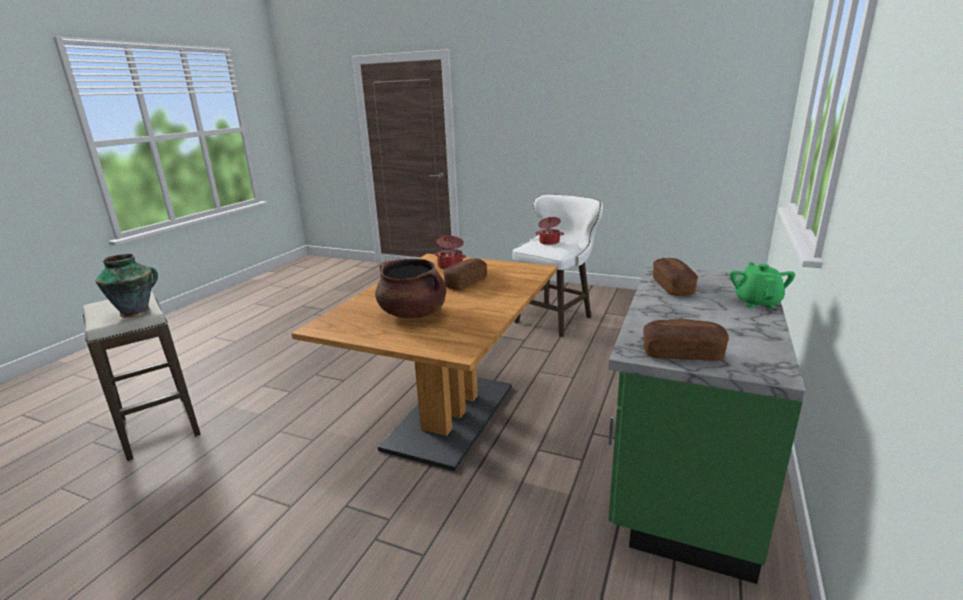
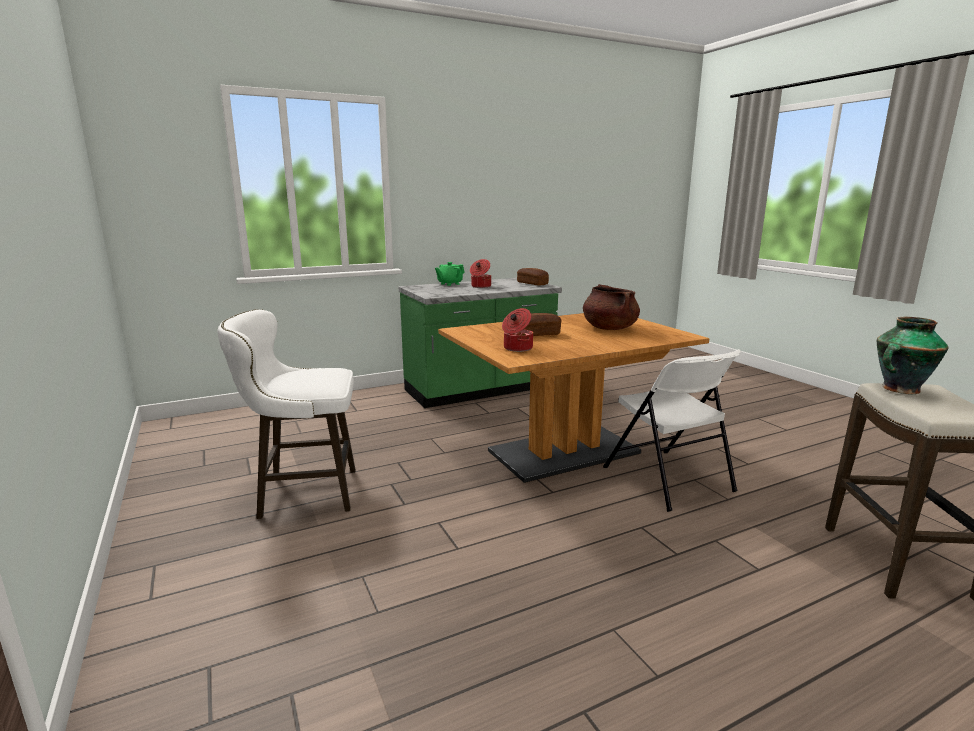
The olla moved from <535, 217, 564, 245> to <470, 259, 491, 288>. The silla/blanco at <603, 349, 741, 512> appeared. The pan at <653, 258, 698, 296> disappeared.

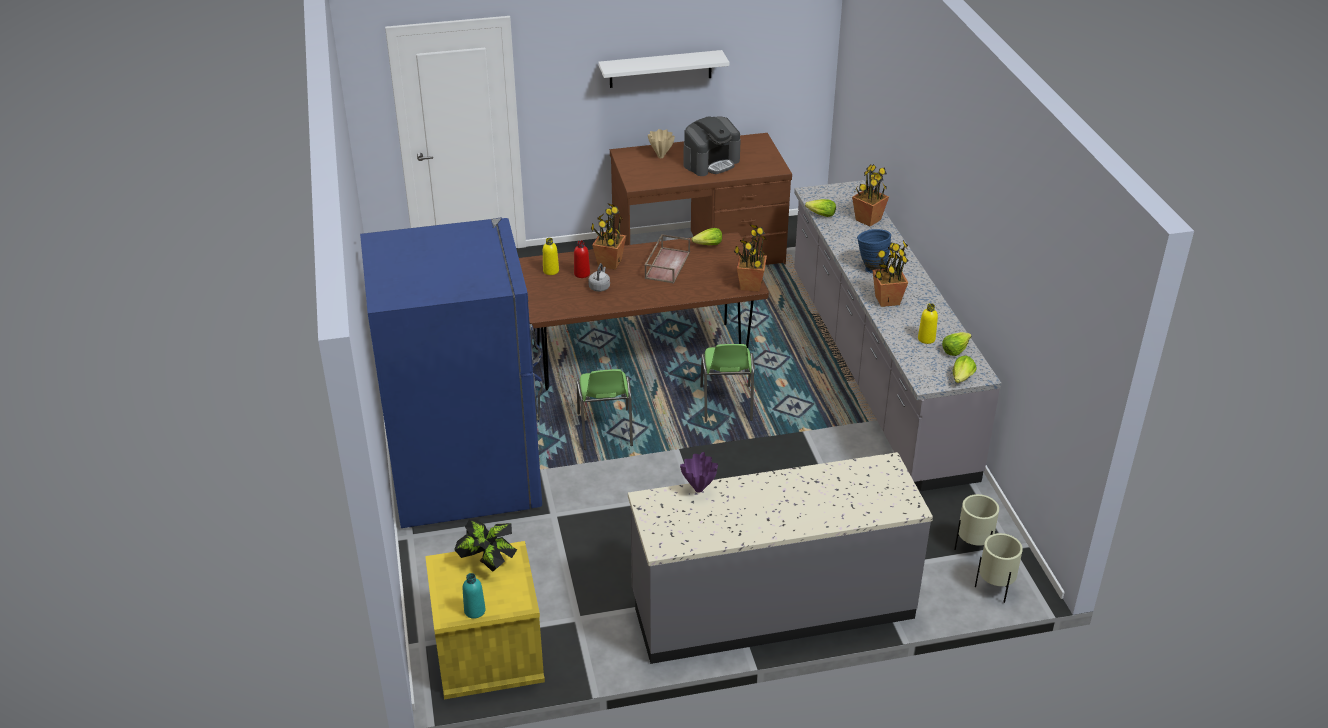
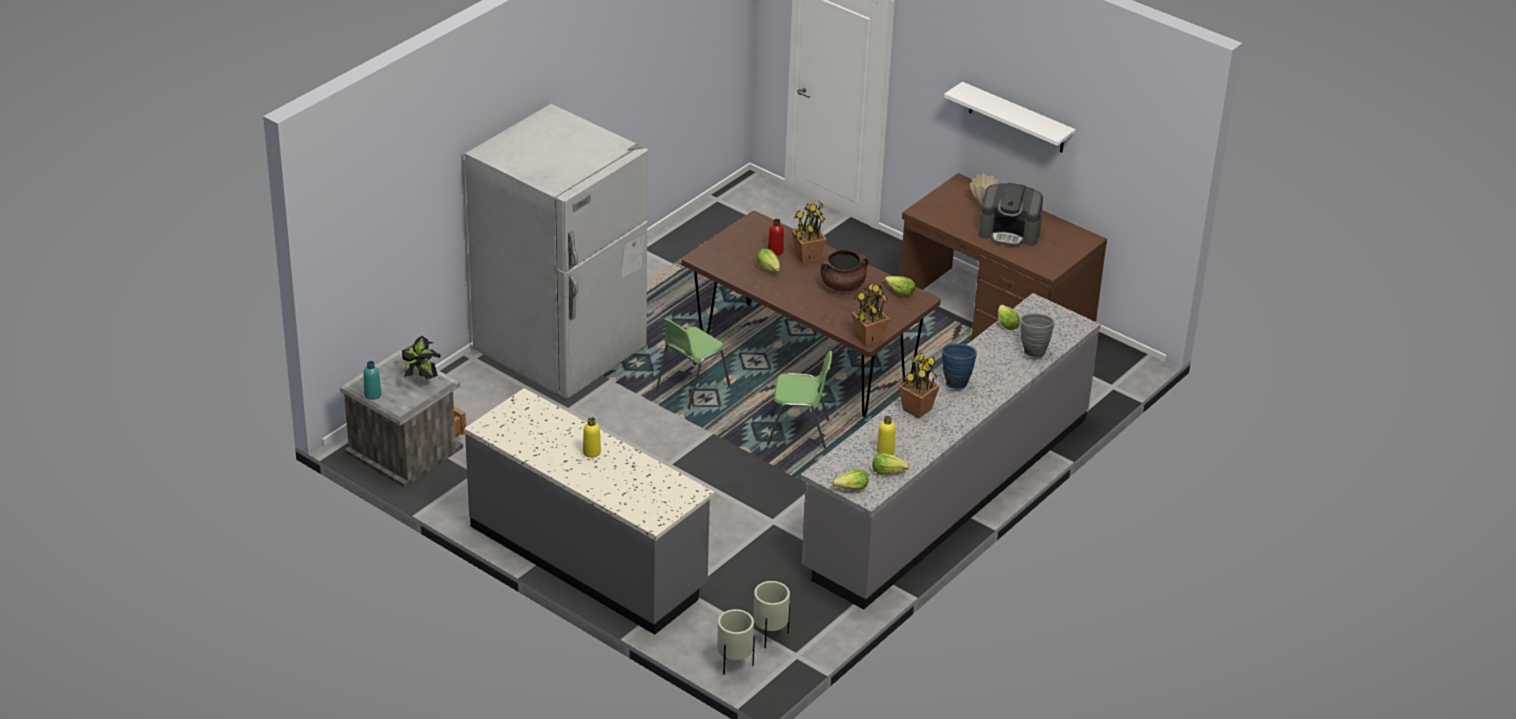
The mesita de noche/amarillo at <425, 541, 545, 699> became the mesita de noche/gris at <340, 349, 466, 488>. The nevera/azul at <360, 218, 543, 528> became the nevera/blanco at <465, 104, 648, 399>. The botella/amarillo moved from <543, 238, 559, 275> to <583, 417, 601, 458>. The hervidor/gris at <588, 263, 610, 292> was replaced by the lechuga at <756, 249, 780, 272>. The silla/verde at <700, 344, 754, 422> turned 135 degrees counterclockwise. The bandeja/marrón at <645, 234, 690, 284> was replaced by the olla/marrón at <821, 250, 868, 291>. The planta en maceta at <852, 164, 889, 227> was replaced by the florero/gris at <1020, 313, 1055, 358>. The florero/morado at <680, 452, 718, 493> disappeared.

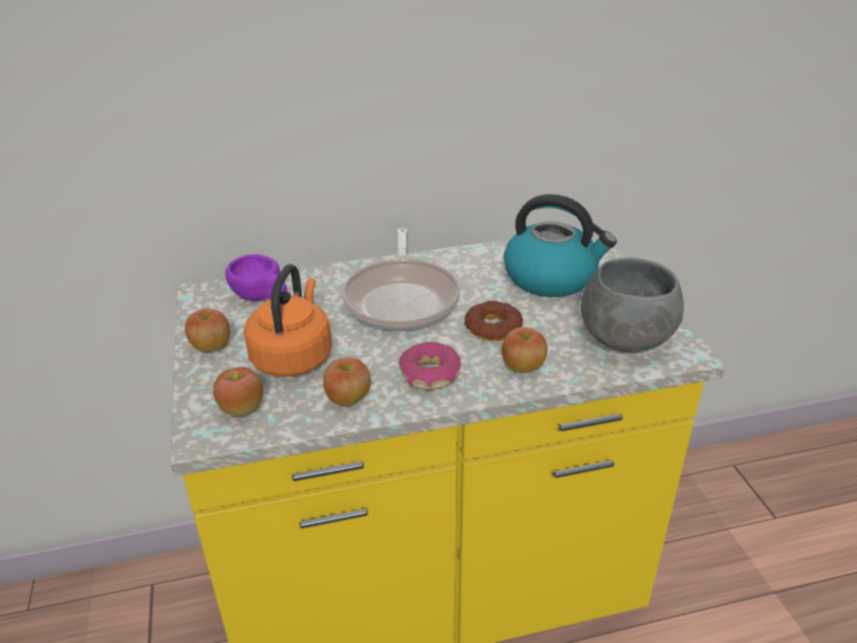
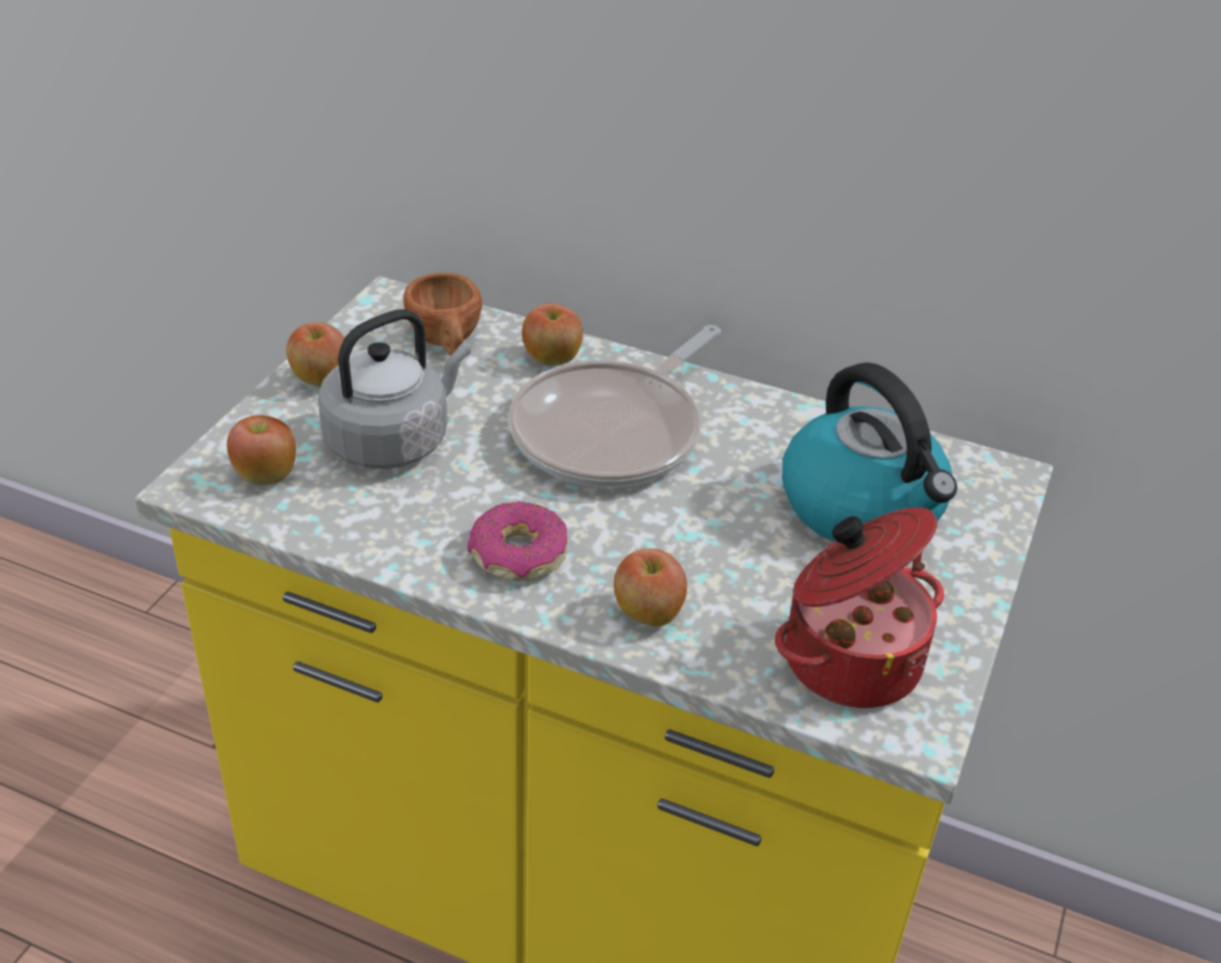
The hervidor/naranja at <244, 264, 332, 377> became the hervidor/gris at <318, 309, 471, 469>. The taza/morado at <225, 254, 287, 301> became the taza/marrón at <403, 273, 482, 356>. The manzana moved from <323, 358, 371, 406> to <522, 303, 583, 365>. The cuenco/gris at <581, 258, 684, 352> was replaced by the olla at <775, 507, 944, 708>. The rosquilla at <464, 301, 523, 341> disappeared.

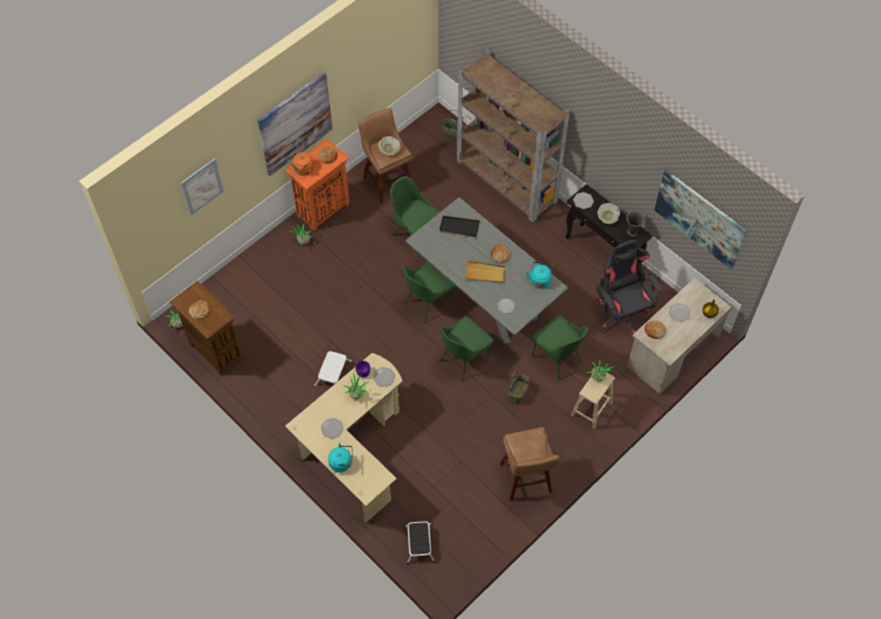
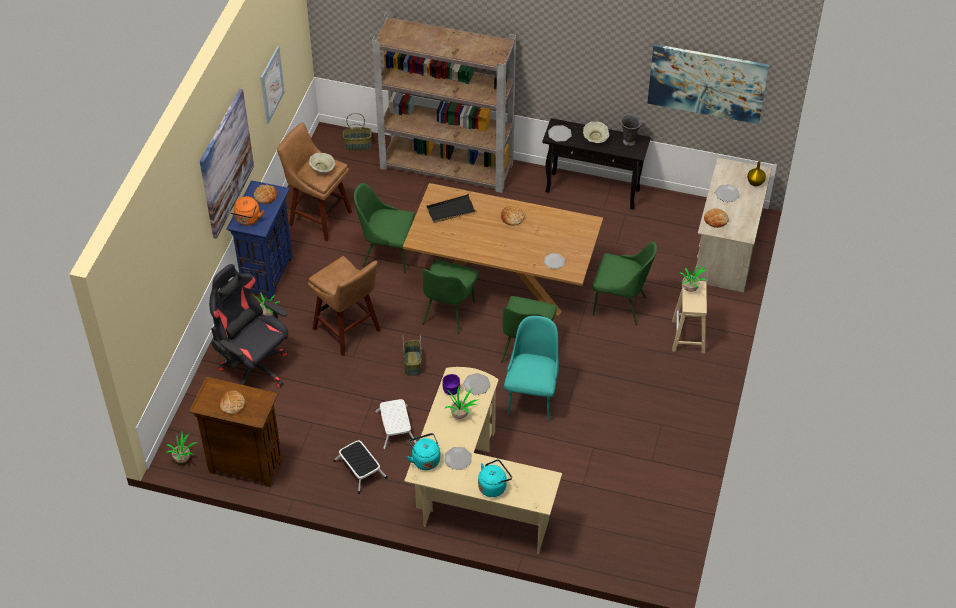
The silla de oficina/negro moved from <596, 239, 662, 338> to <209, 264, 288, 387>. The armario/naranja at <285, 139, 349, 231> became the armario/azul at <226, 180, 292, 299>. The cuadro moved from <181, 158, 224, 215> to <260, 46, 285, 124>. The taburete/marrón moved from <500, 427, 560, 501> to <308, 256, 381, 356>. The escalera de tijera/negro moved from <404, 521, 435, 565> to <333, 440, 388, 494>. The cesta moved from <509, 371, 530, 404> to <402, 335, 422, 376>. The mesa de comedor/gris at <405, 197, 568, 344> became the mesa de comedor/marrón at <403, 183, 603, 316>. The hervidor/turquesa moved from <526, 261, 553, 289> to <407, 433, 440, 470>. The silla/turquesa at <504, 316, 559, 422> appeared. The bandeja/beis at <465, 261, 505, 283> disappeared.

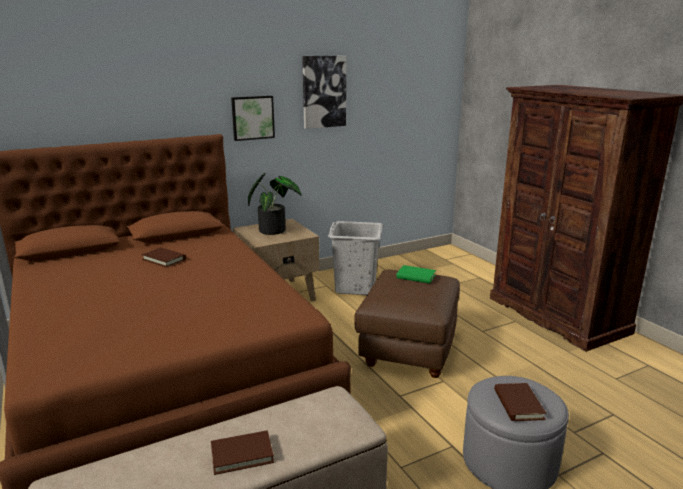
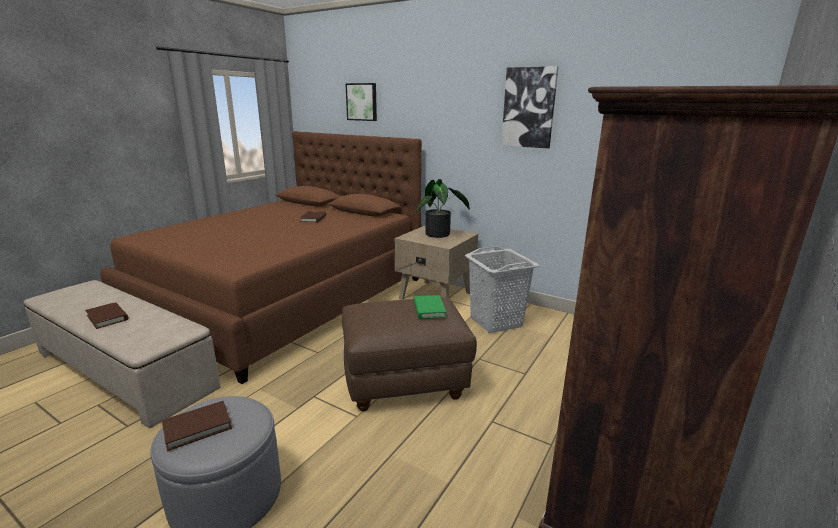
The cuadro moved from <231, 96, 275, 141> to <345, 83, 377, 121>.

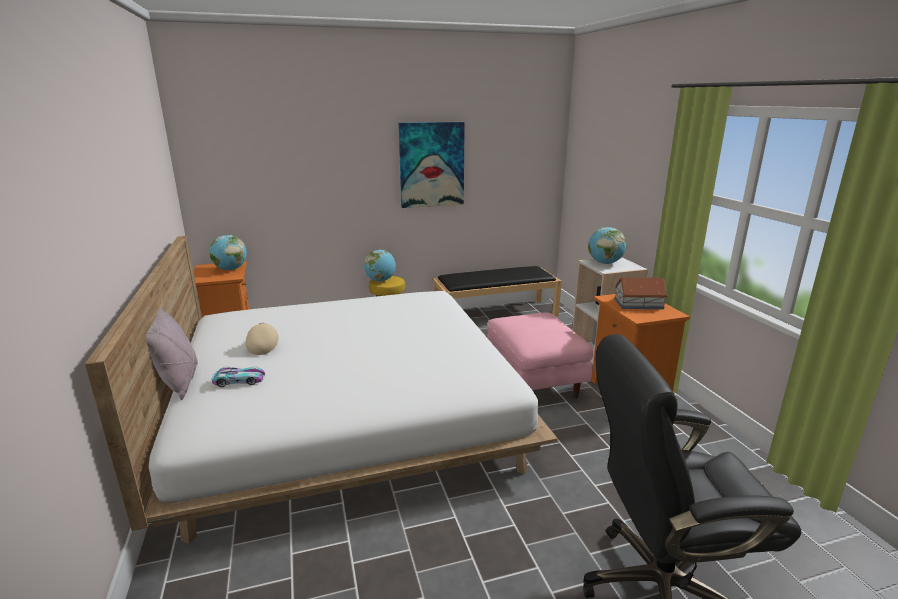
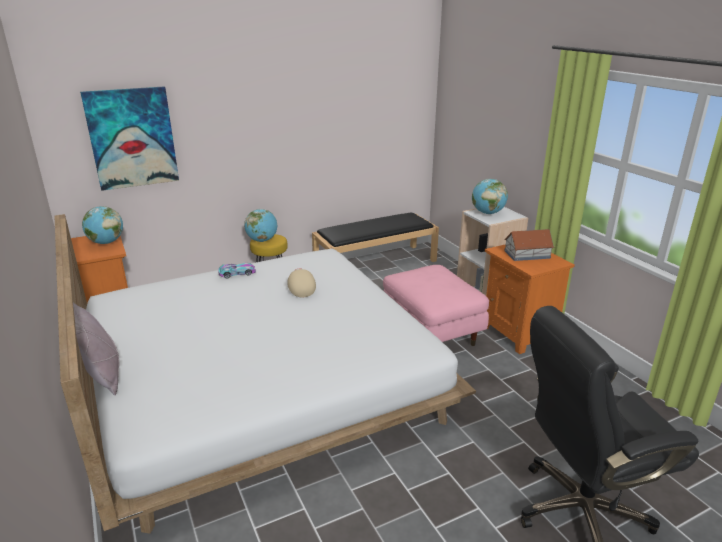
The cuadro moved from <399, 122, 465, 208> to <80, 86, 179, 191>. The coche de juguete moved from <212, 367, 265, 387> to <218, 263, 256, 279>. The gorra/beis moved from <246, 323, 278, 355> to <287, 268, 316, 298>.

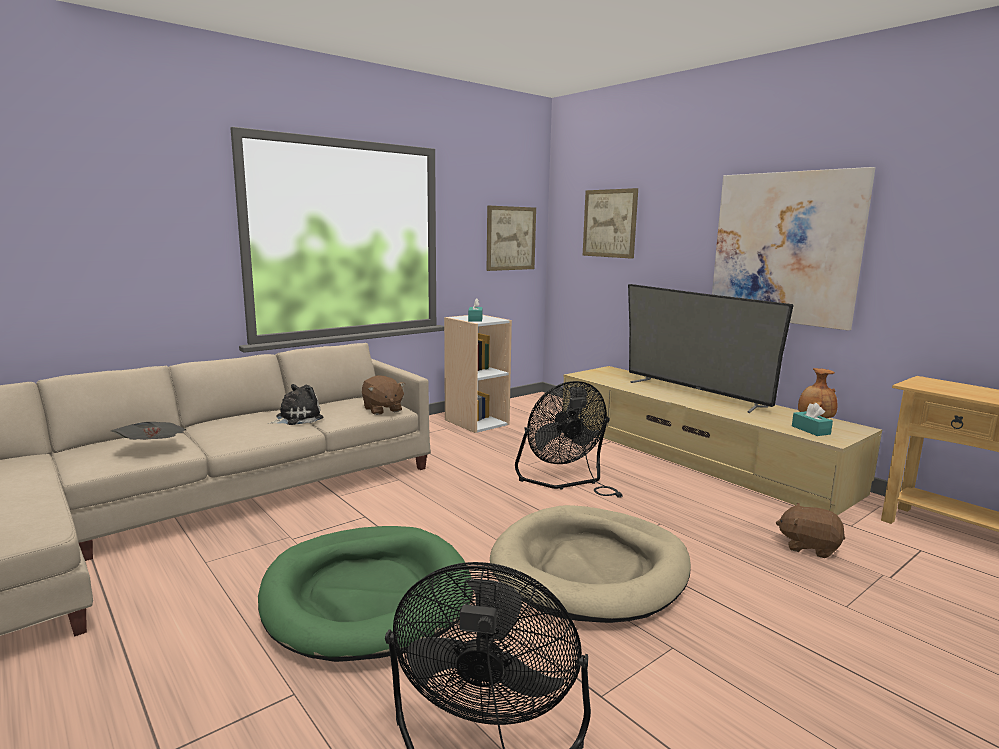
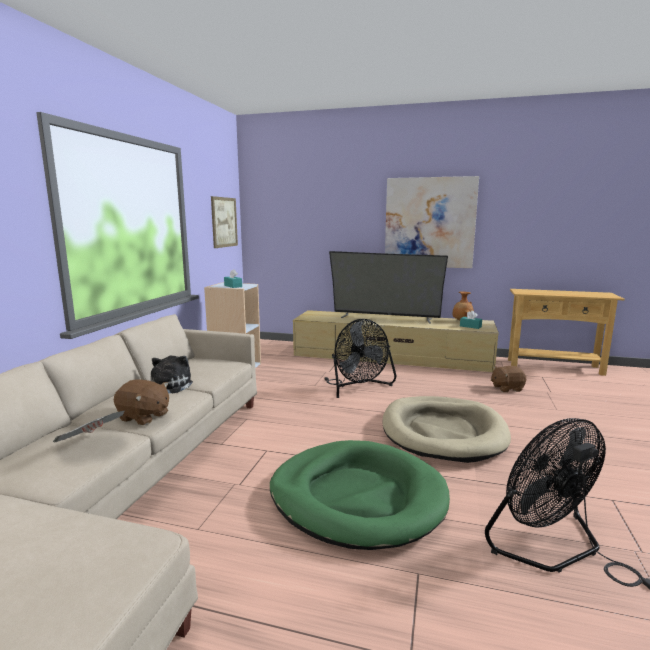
The peluche/marrón moved from <362, 375, 405, 415> to <114, 379, 169, 425>. The ventilador/negro at <515, 381, 622, 498> turned 150 degrees counterclockwise. The cuadro at <583, 188, 638, 259> disappeared.

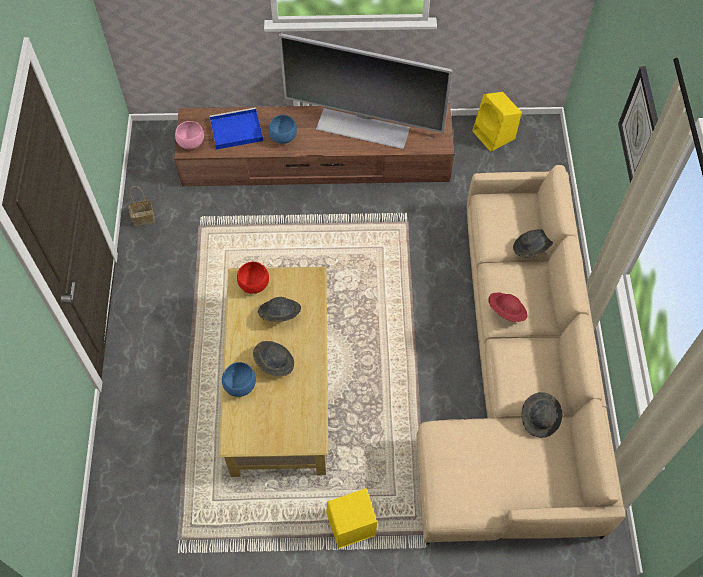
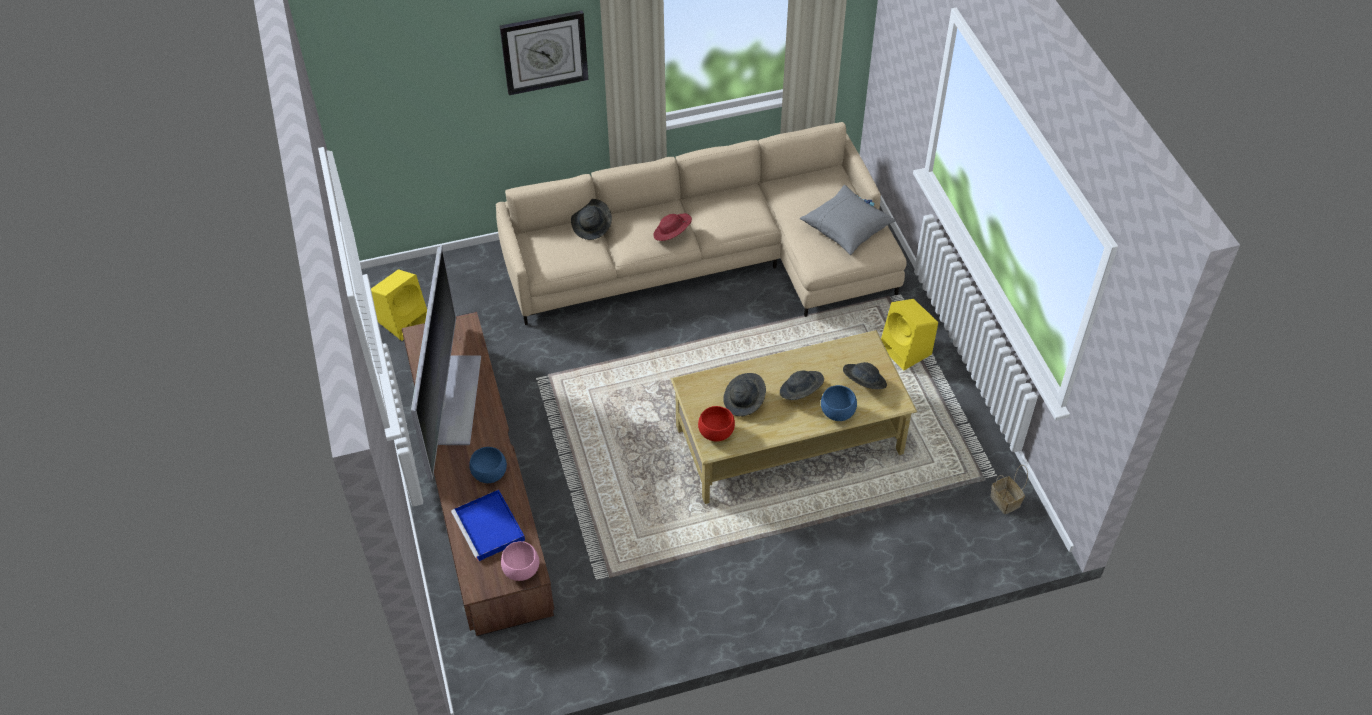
The cojín/gris at <800, 185, 896, 255> appeared. The sombrero/gris moved from <522, 392, 562, 438> to <843, 362, 887, 389>. The cesta moved from <129, 186, 155, 226> to <990, 465, 1028, 514>.

